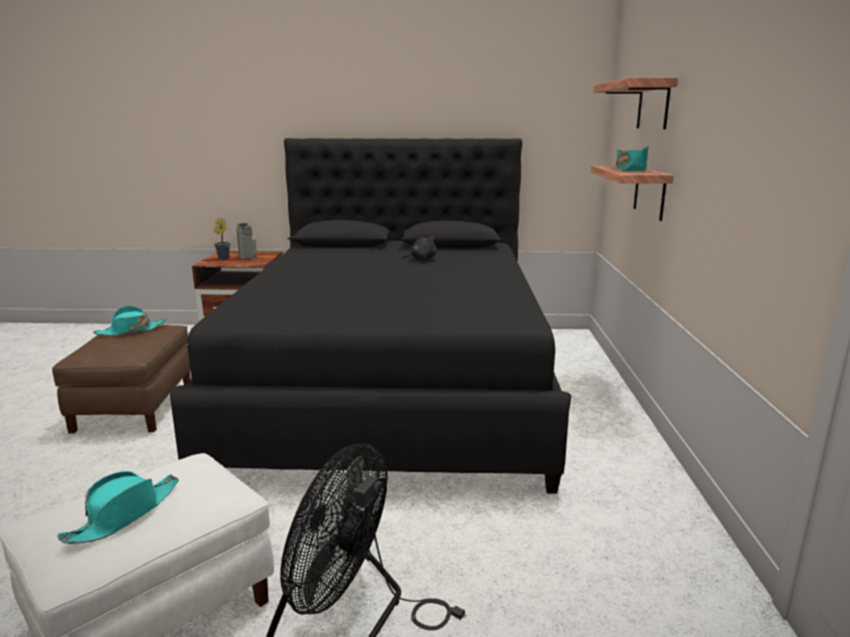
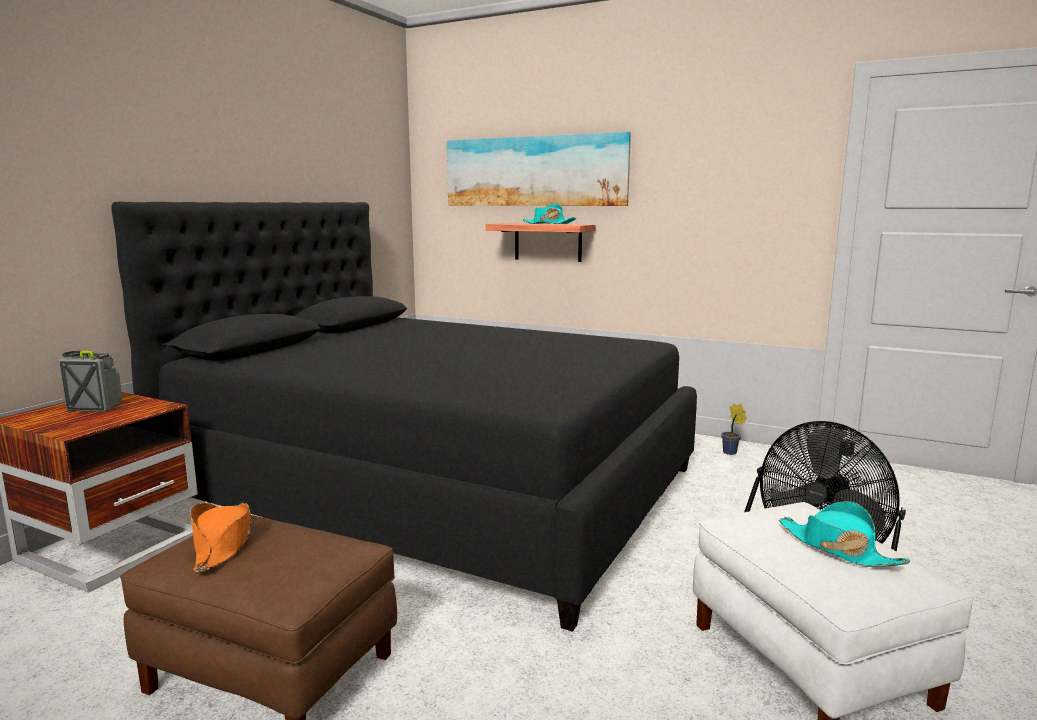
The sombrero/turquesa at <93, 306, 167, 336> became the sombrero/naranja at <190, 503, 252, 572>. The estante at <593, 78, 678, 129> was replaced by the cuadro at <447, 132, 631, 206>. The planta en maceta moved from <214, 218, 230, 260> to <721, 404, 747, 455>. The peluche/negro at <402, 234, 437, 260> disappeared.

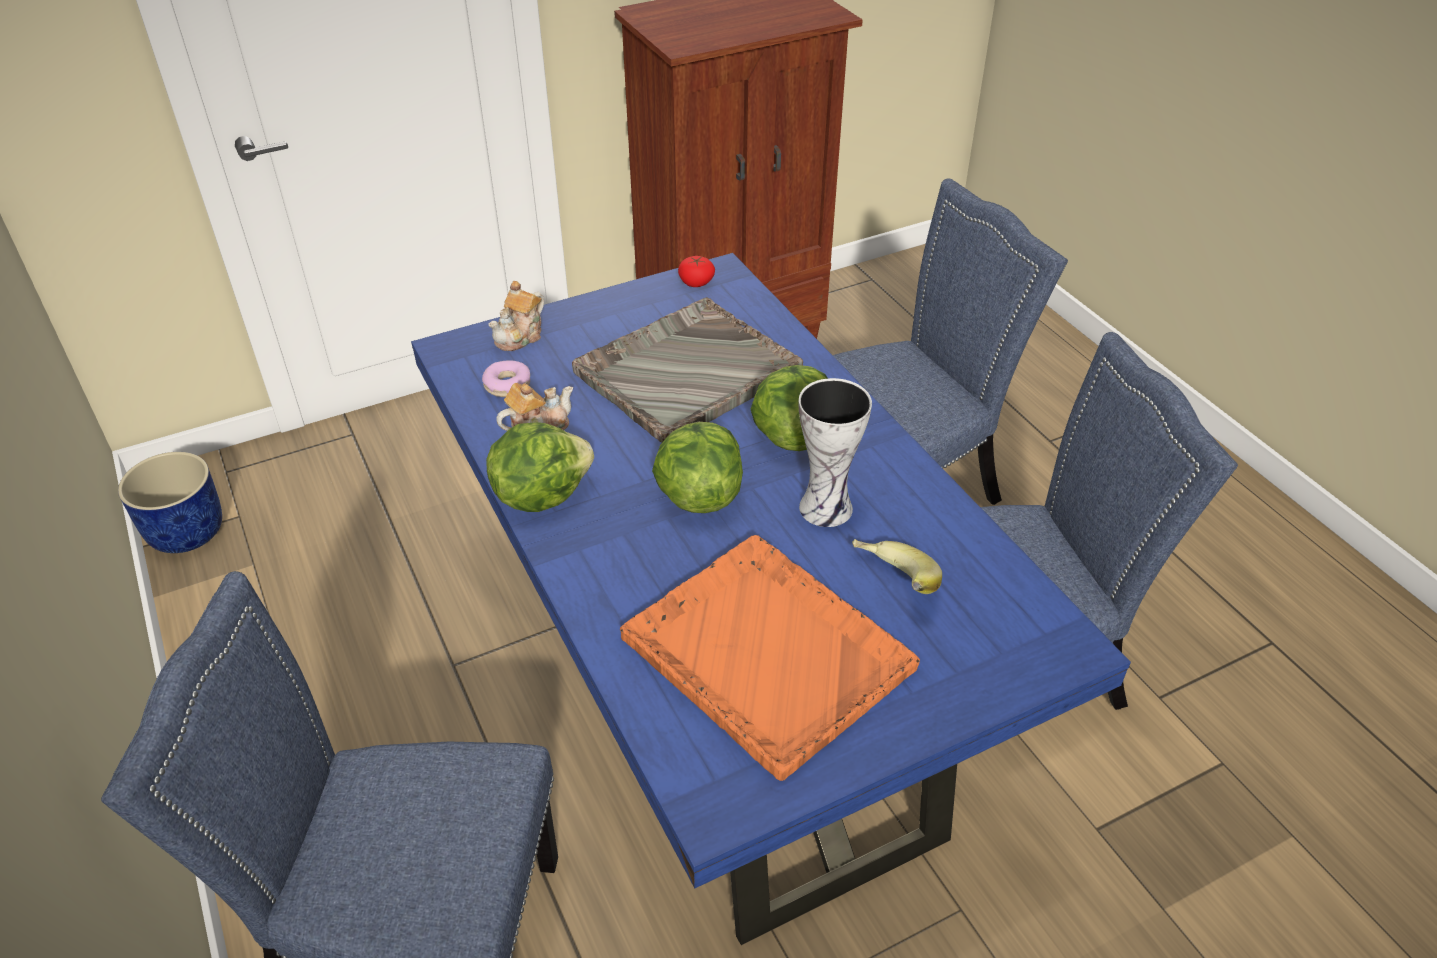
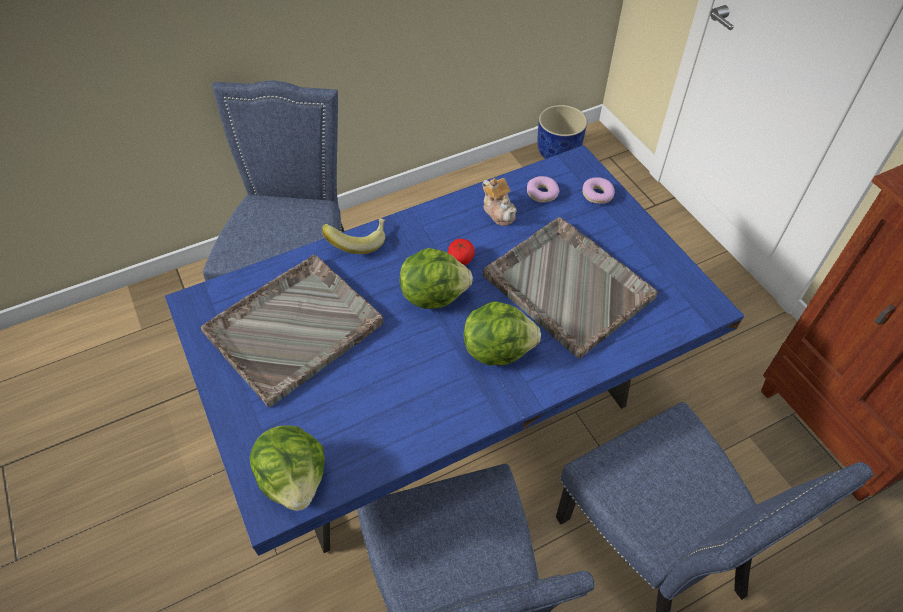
The bandeja/naranja at <620, 535, 920, 781> became the bandeja/gris at <201, 254, 383, 407>. The lechuga moved from <486, 422, 594, 512> to <250, 425, 325, 511>. The plátano moved from <852, 539, 942, 594> to <322, 218, 385, 254>. The tomate moved from <678, 256, 715, 287> to <448, 239, 475, 265>. The tetera at <488, 281, 544, 351> was replaced by the rosquilla at <583, 177, 615, 204>. The florero at <799, 378, 872, 527> disappeared.

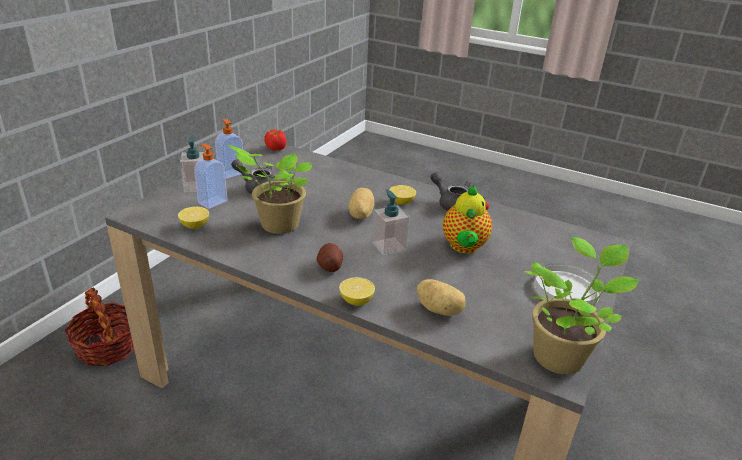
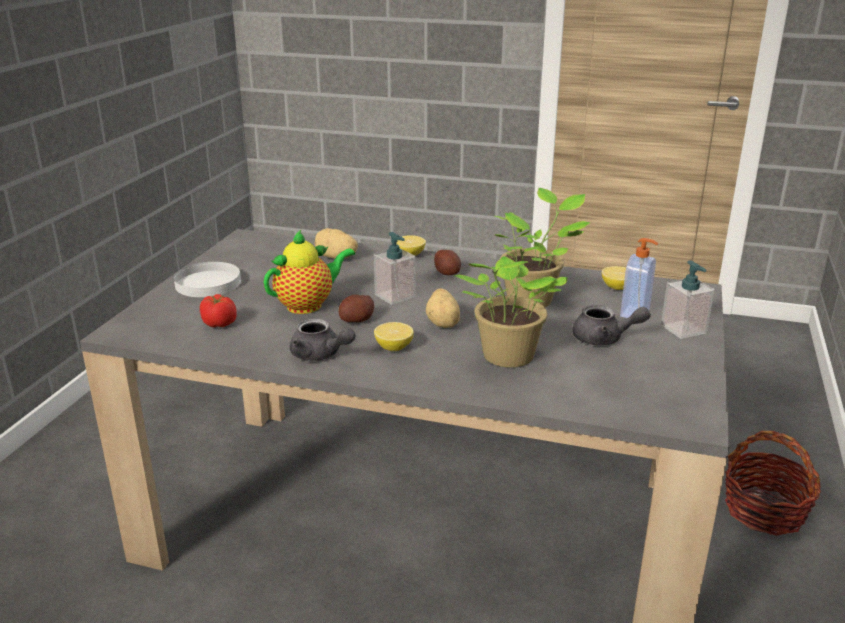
The tomate moved from <264, 129, 286, 151> to <200, 294, 237, 327>. The tetera at <443, 185, 492, 254> turned 60 degrees clockwise. The patata at <339, 294, 374, 322> appeared. The planta en maceta moved from <525, 237, 640, 374> to <455, 256, 568, 368>. The dispensador de jabón at <215, 119, 244, 179> disappeared.

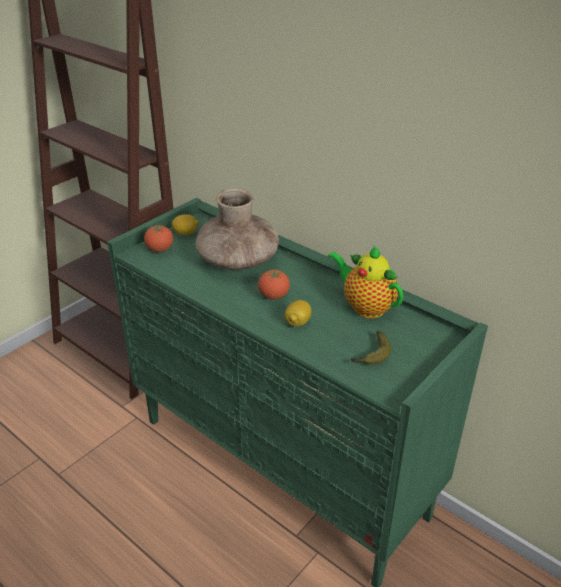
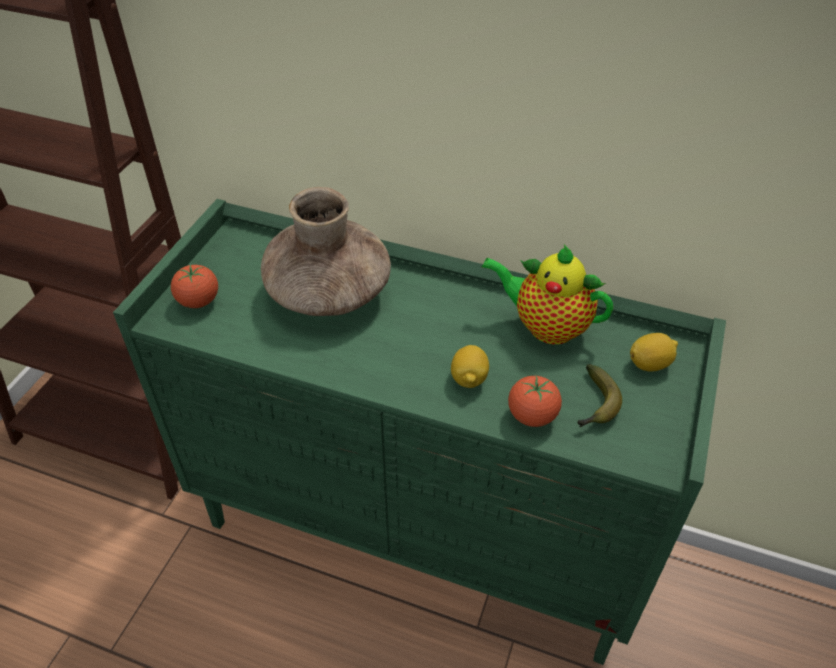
The tomate moved from <258, 269, 290, 299> to <508, 376, 562, 427>. The limón moved from <172, 214, 199, 236> to <630, 333, 678, 371>.

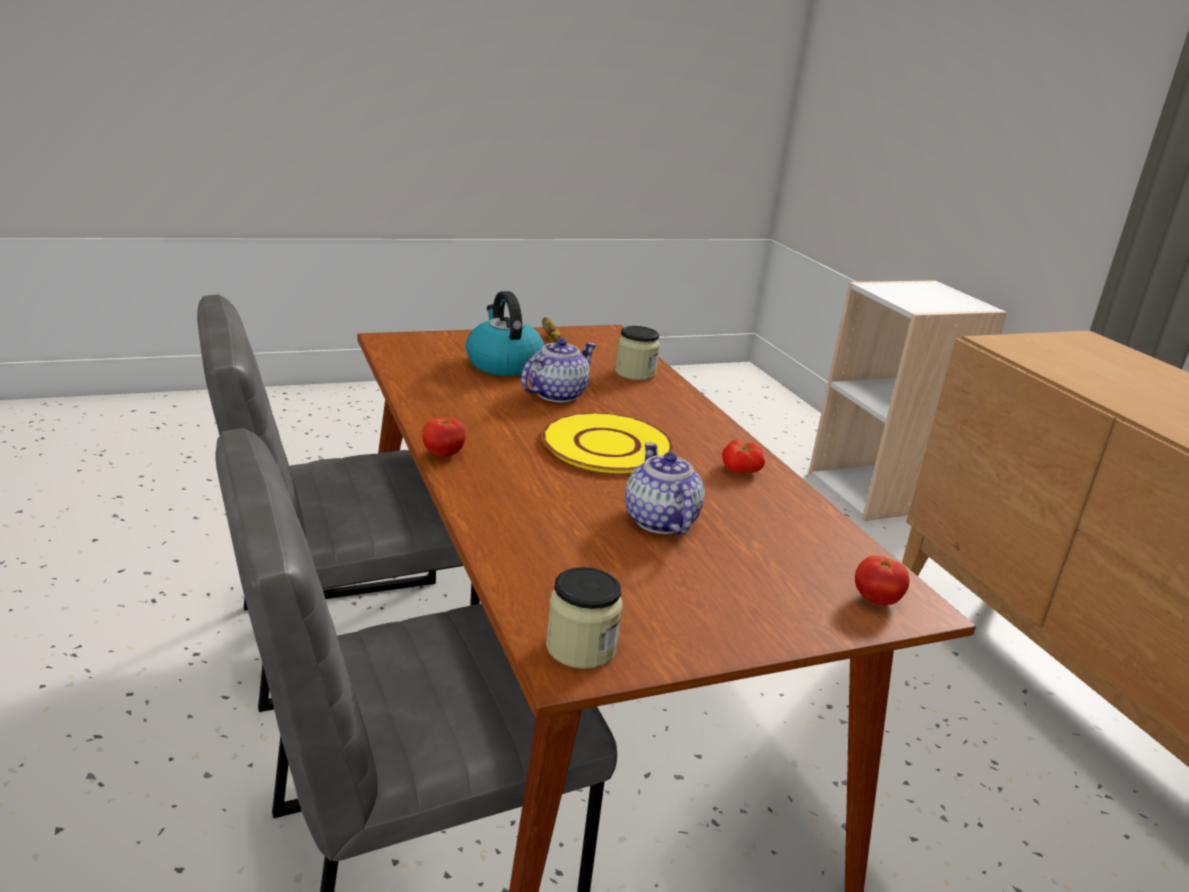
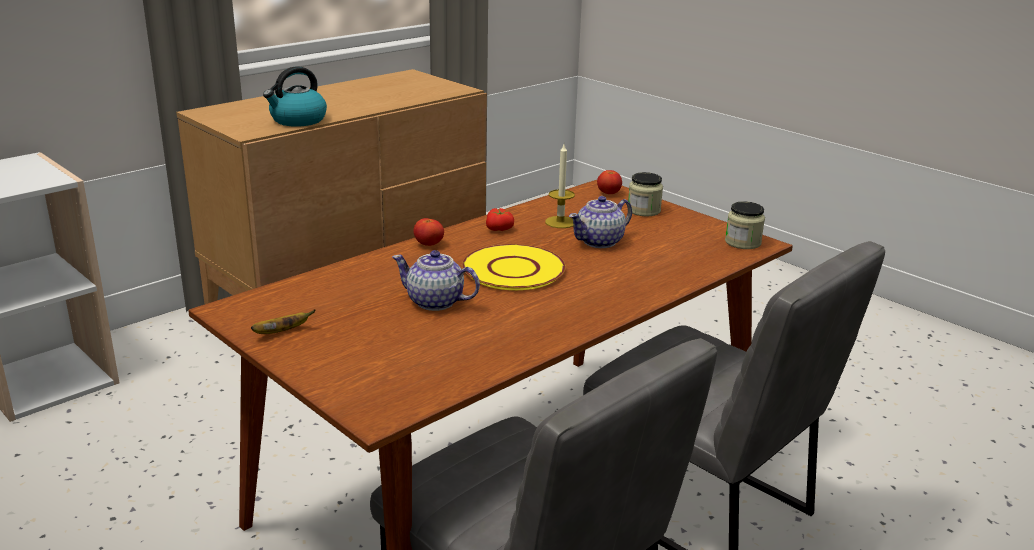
The hervidor moved from <466, 291, 544, 376> to <263, 66, 327, 127>. The tomate moved from <422, 418, 466, 457> to <413, 218, 444, 246>. The vela at <545, 144, 575, 228> appeared. The tarro moved from <615, 326, 660, 380> to <627, 172, 663, 216>.

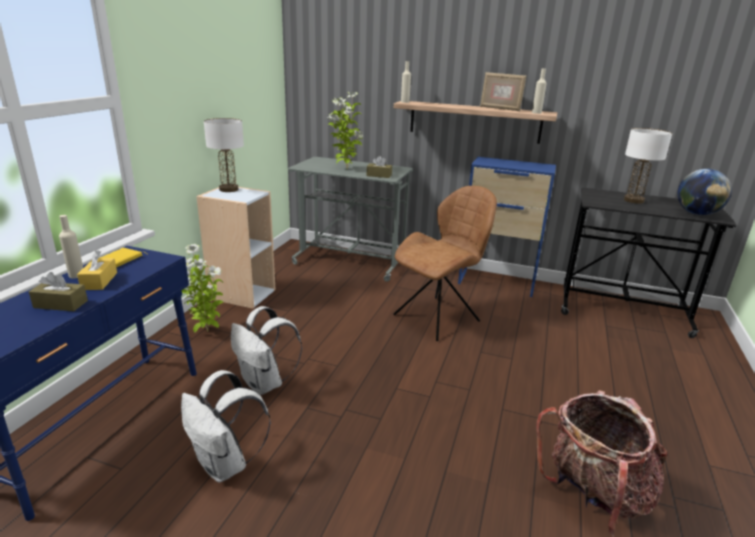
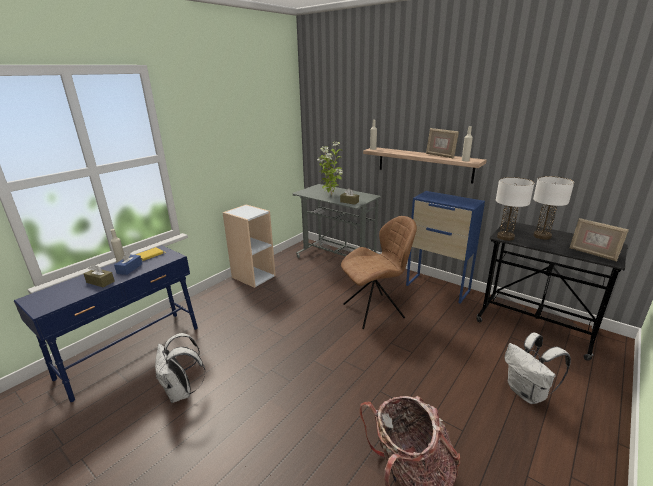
The caja de pañuelos/amarillo at <77, 250, 117, 290> became the caja de pañuelos/azul at <114, 251, 142, 275>. The lámpara de mesa moved from <204, 118, 244, 192> to <496, 177, 534, 241>. The mochila/blanco moved from <231, 306, 302, 395> to <505, 332, 571, 404>. The globo terráqueo at <677, 169, 732, 215> was replaced by the portarretratos at <569, 218, 629, 262>. The planta en maceta at <181, 244, 224, 333> disappeared.

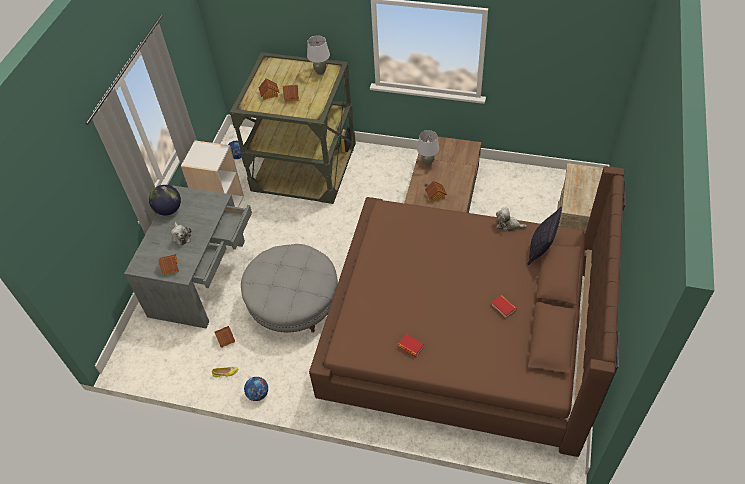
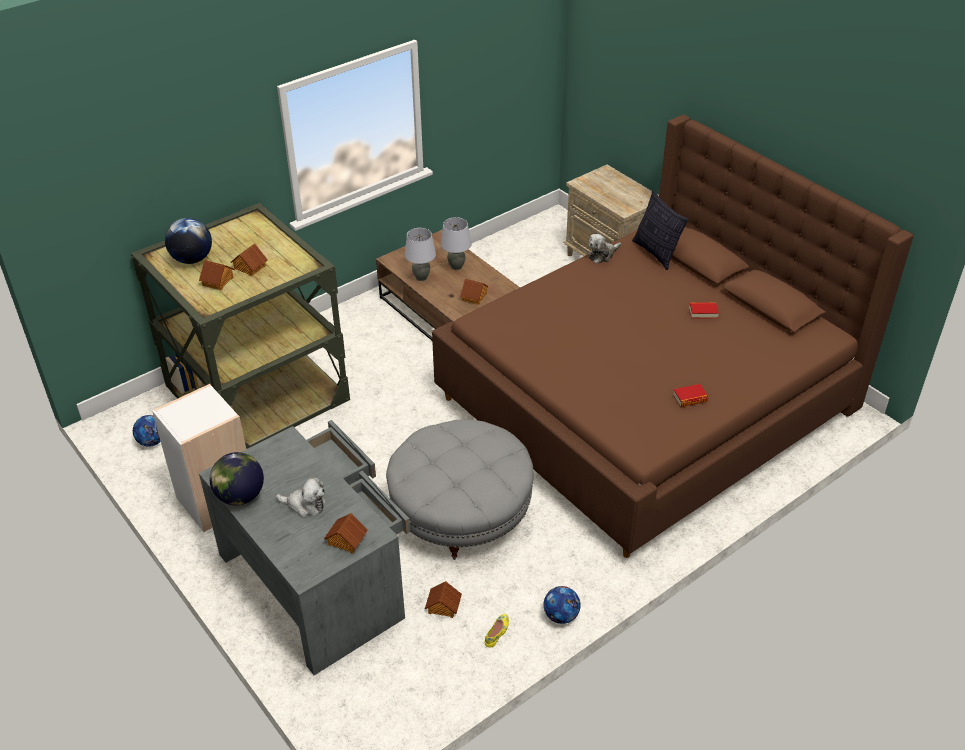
The globo terráqueo at <165, 218, 212, 264> appeared. The lámpara de mesa/gris moved from <307, 35, 330, 75> to <440, 217, 472, 270>.

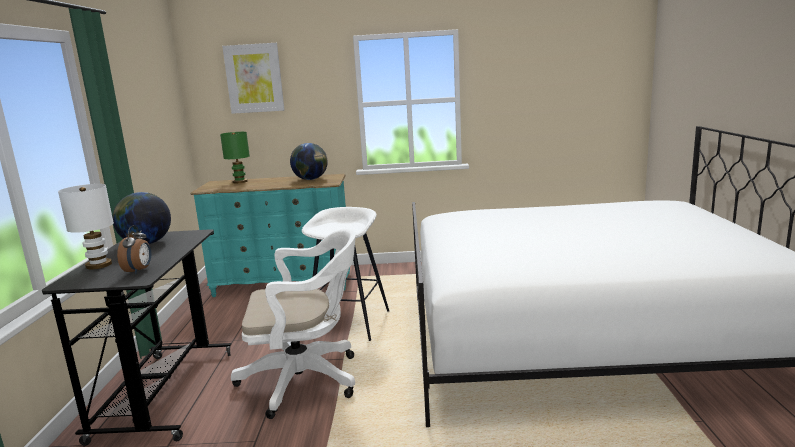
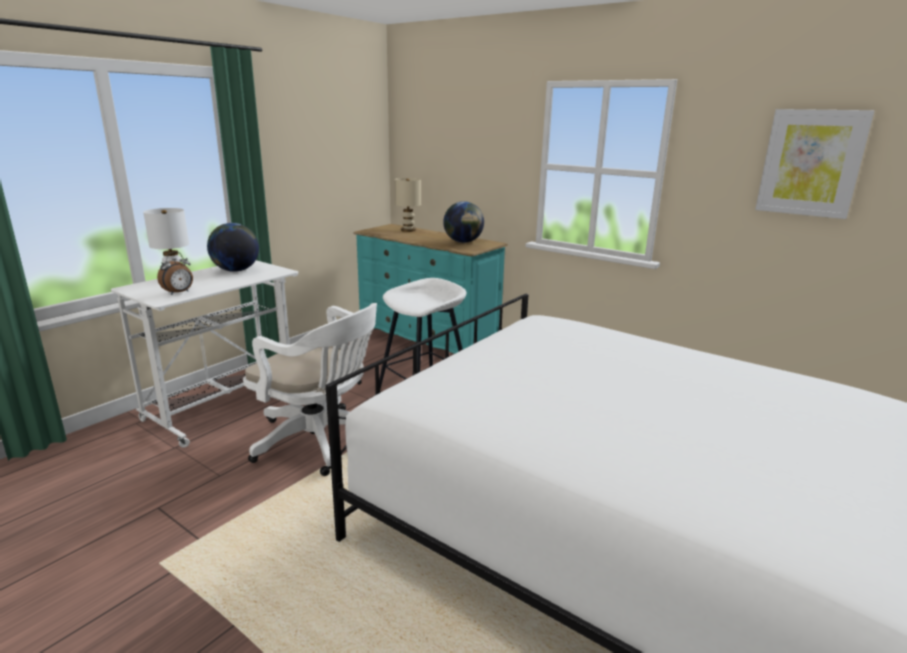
The escritorio/negro at <42, 229, 231, 446> became the escritorio/blanco at <111, 260, 298, 448>. The lámpara de mesa/verde at <220, 132, 250, 183> became the lámpara de mesa/beis at <395, 178, 421, 232>. The cuadro moved from <222, 43, 284, 114> to <755, 109, 874, 219>.

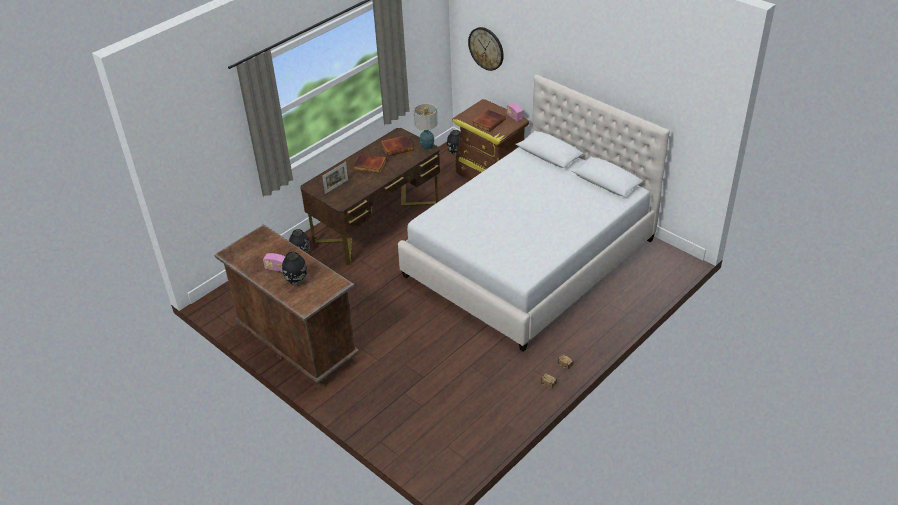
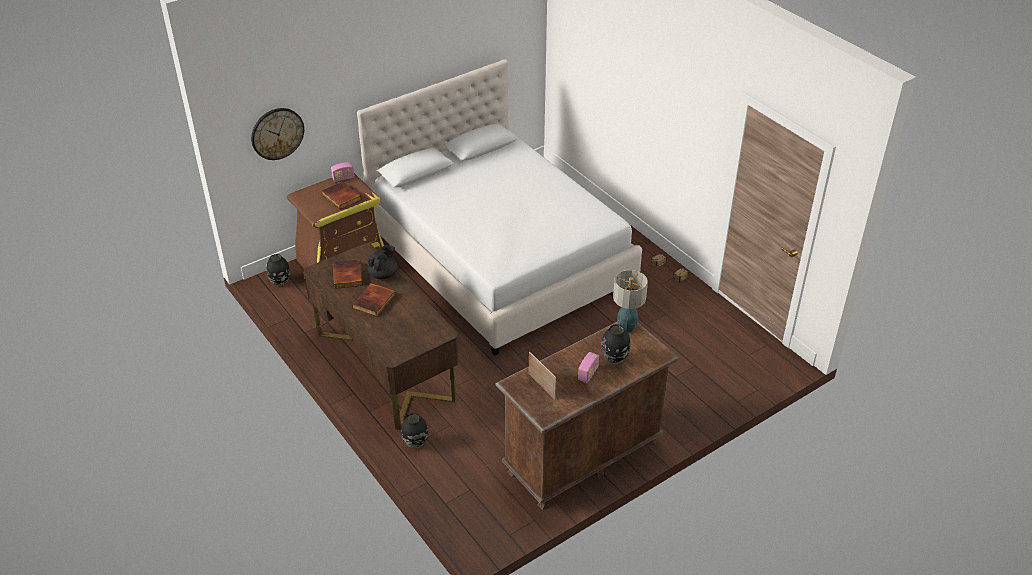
The tetera/negro at <367, 245, 398, 279> appeared. The portarretratos moved from <322, 162, 348, 194> to <529, 351, 556, 400>. The lámpara de mesa moved from <413, 103, 438, 150> to <613, 270, 648, 333>.

